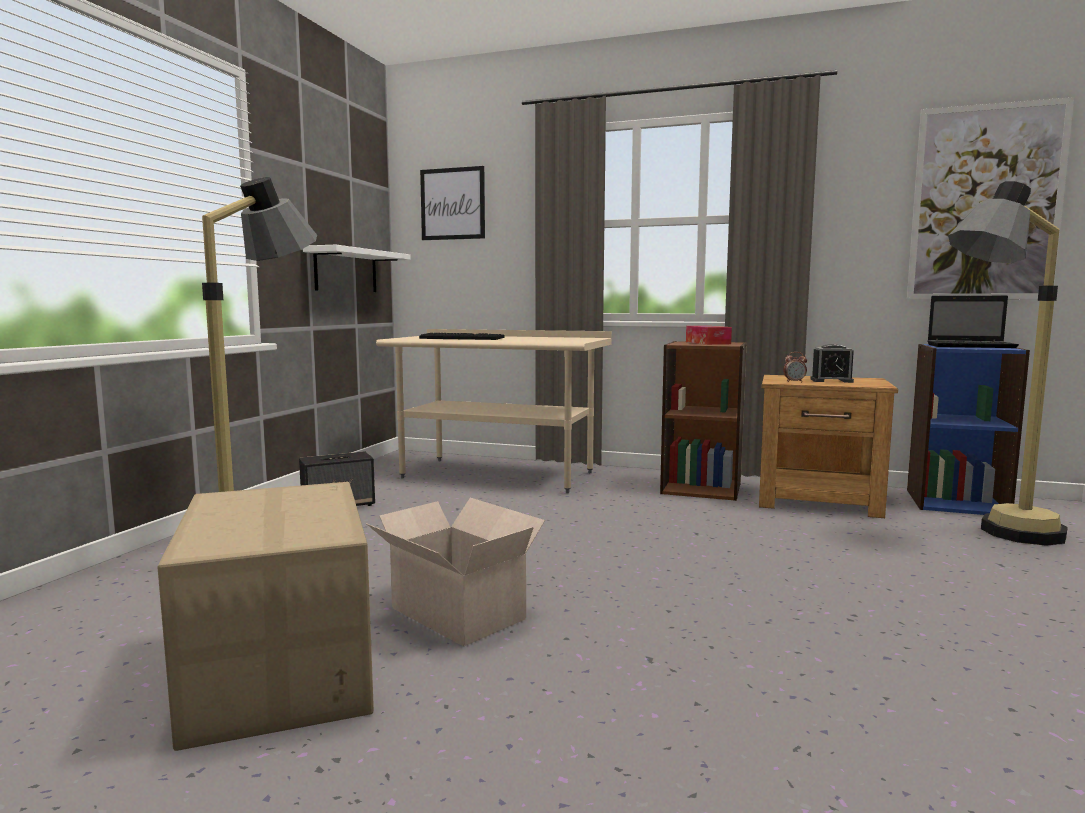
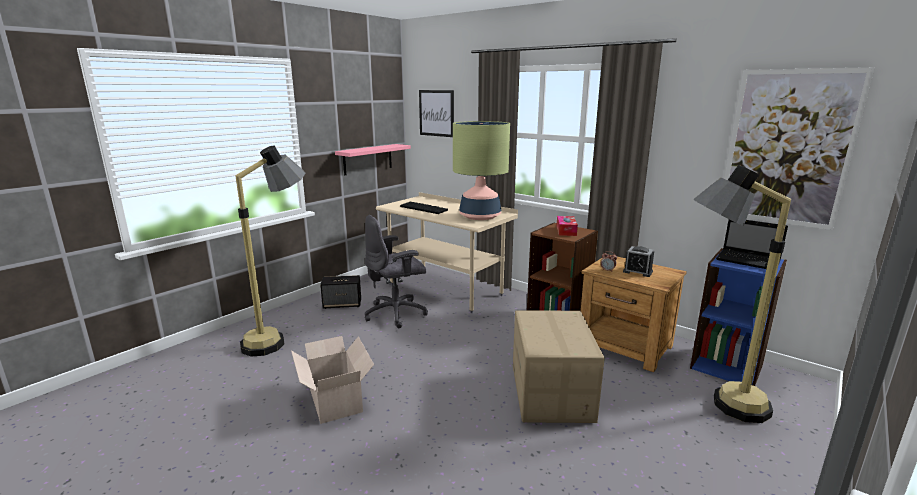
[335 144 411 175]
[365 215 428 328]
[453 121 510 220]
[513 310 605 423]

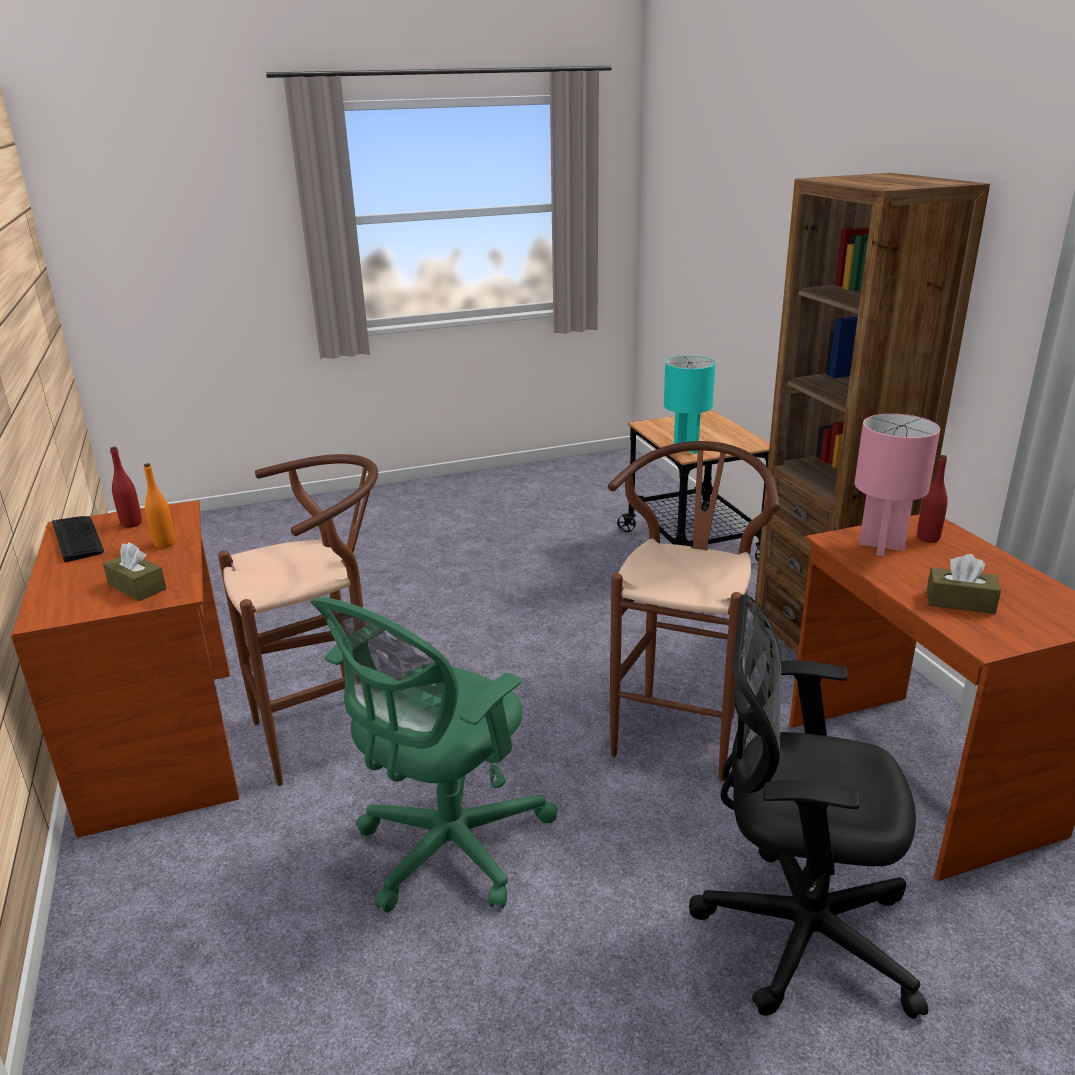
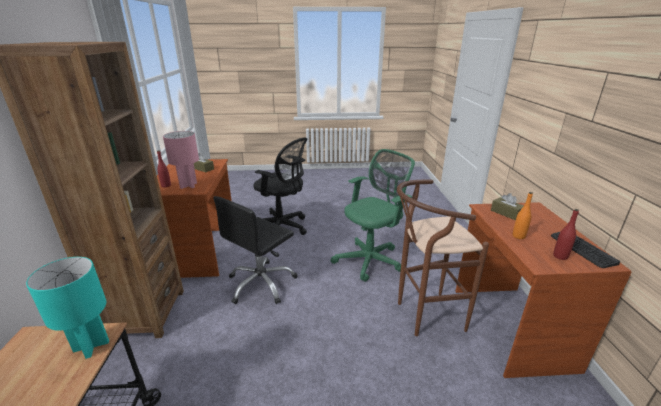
[213 196 297 304]

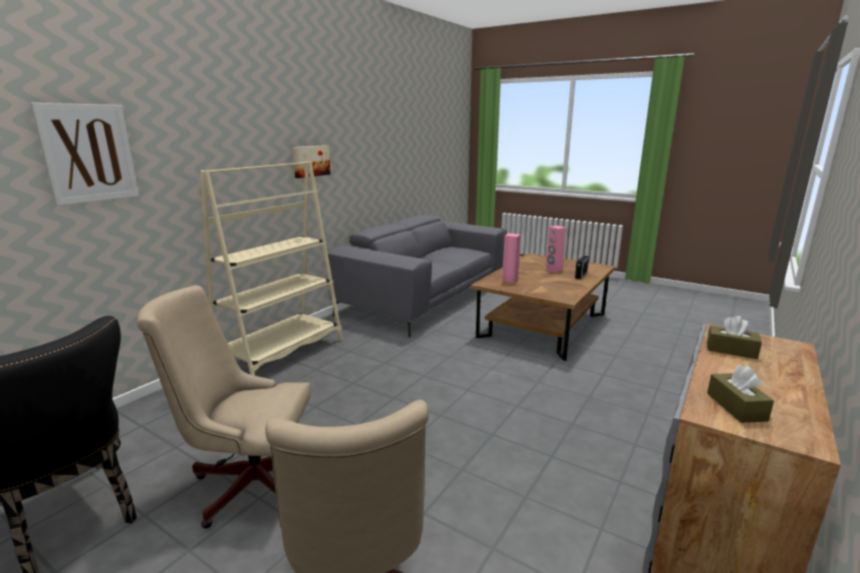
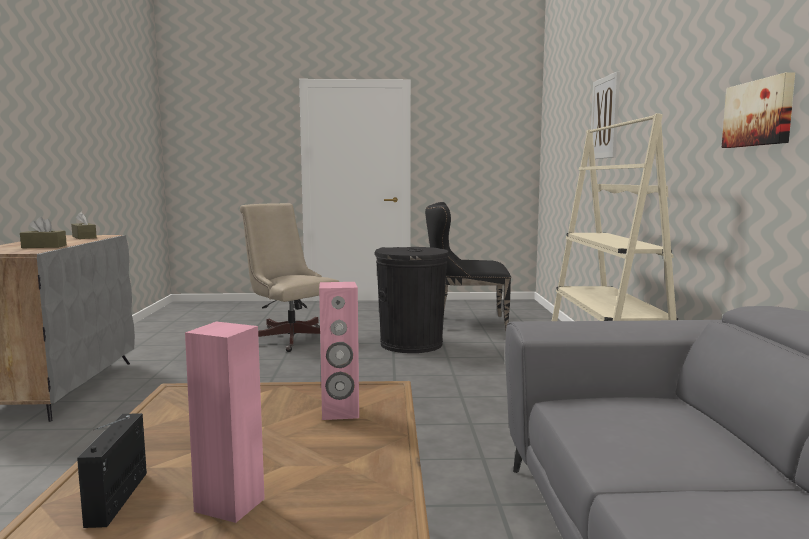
[374 247 449 353]

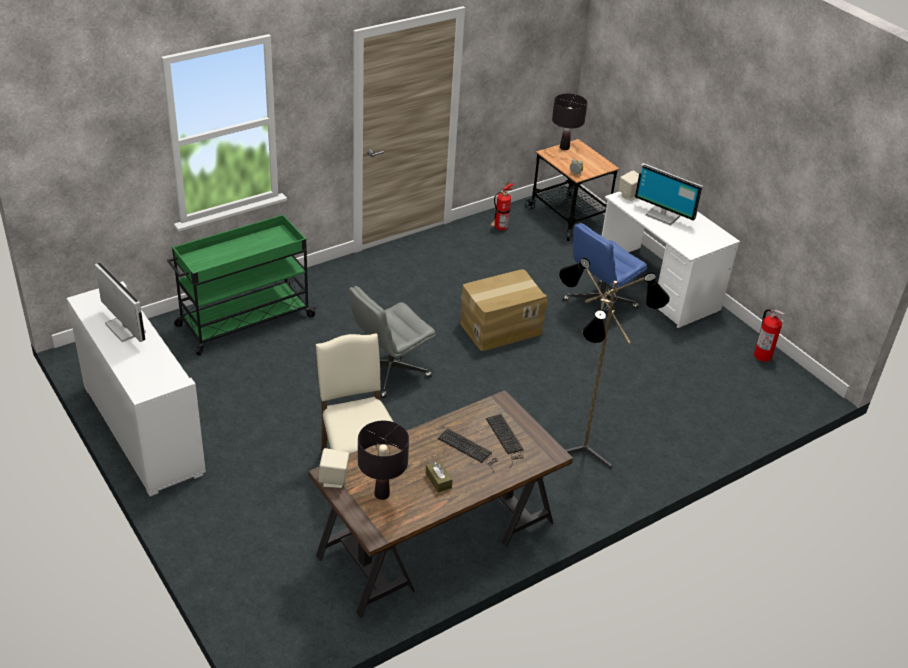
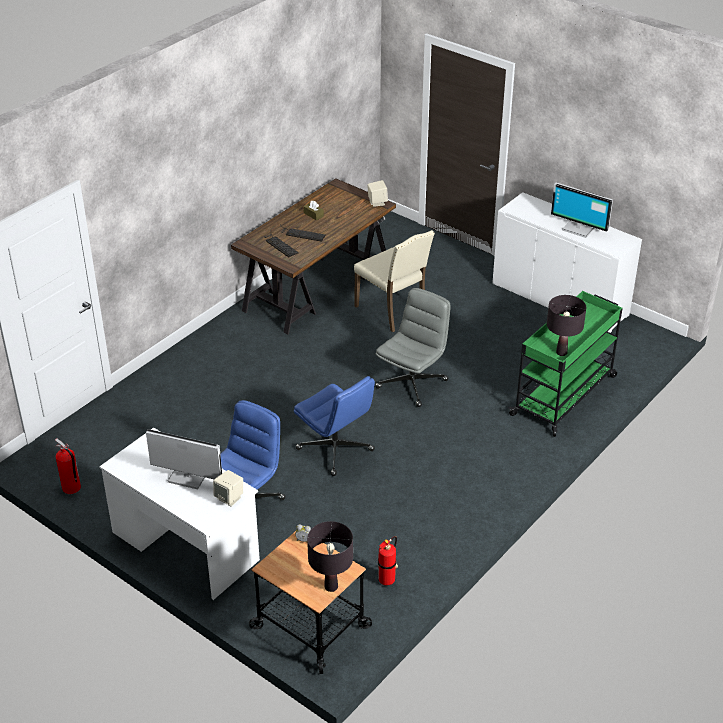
[294 376 375 476]
[547 295 586 356]
[559 258 670 469] (first image)

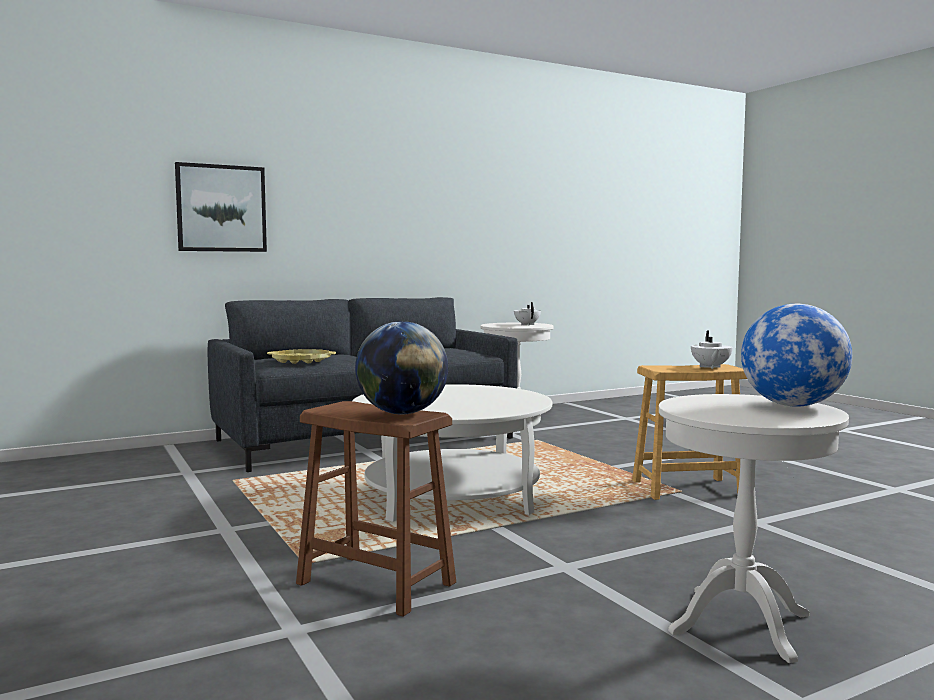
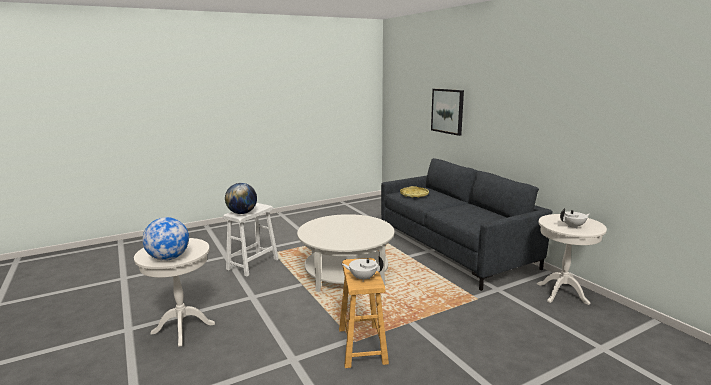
[223 203 279 277]

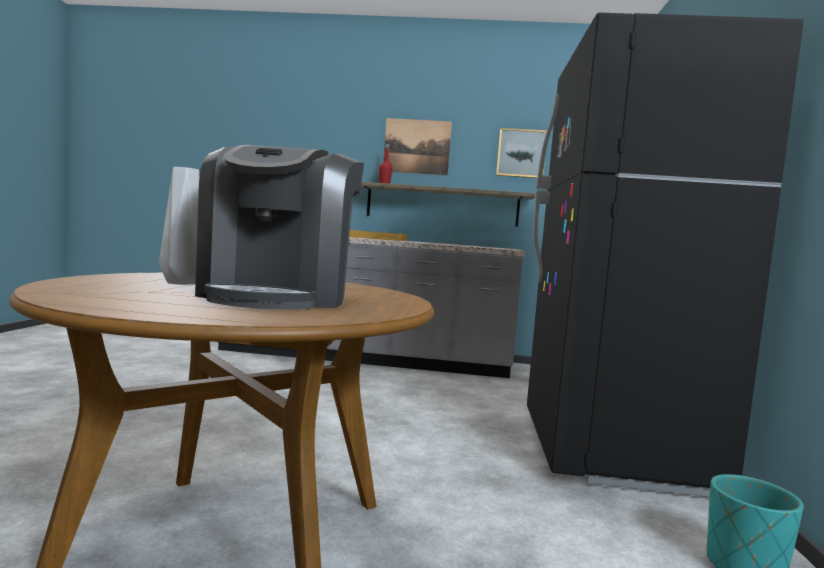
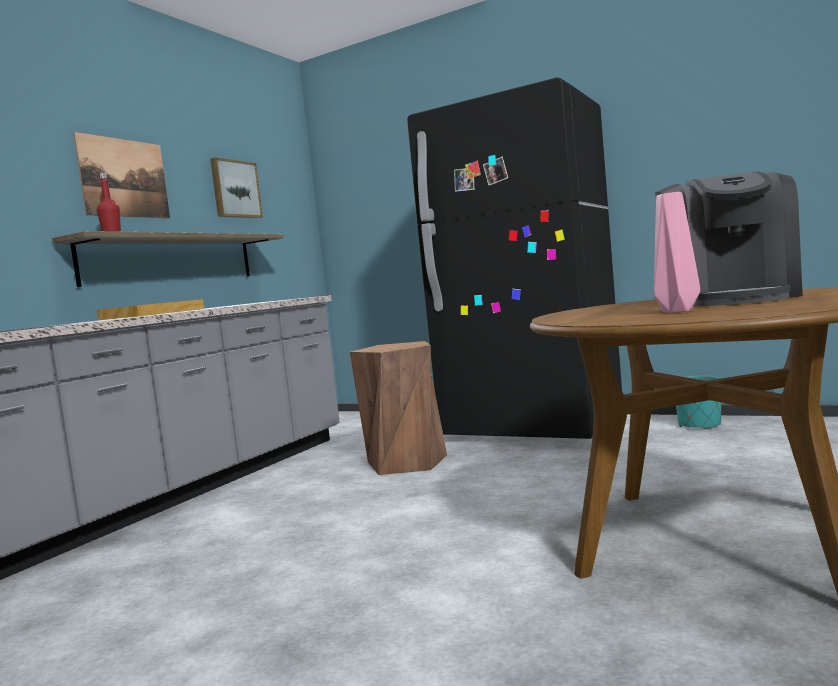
[350 341 447 475]
[654 192 700 313]
[655 171 803 306]

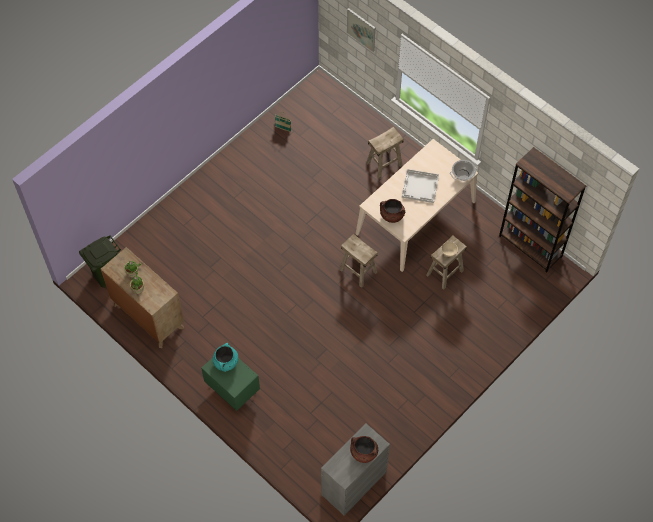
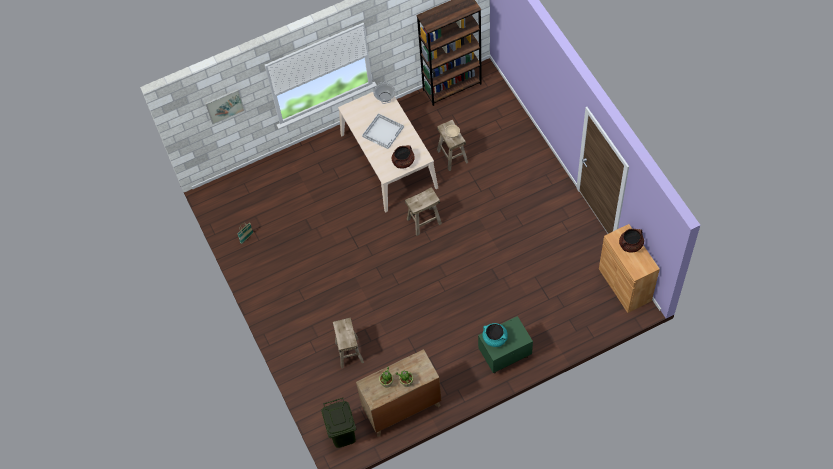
[333 318 364 368]
[599 224 660 313]

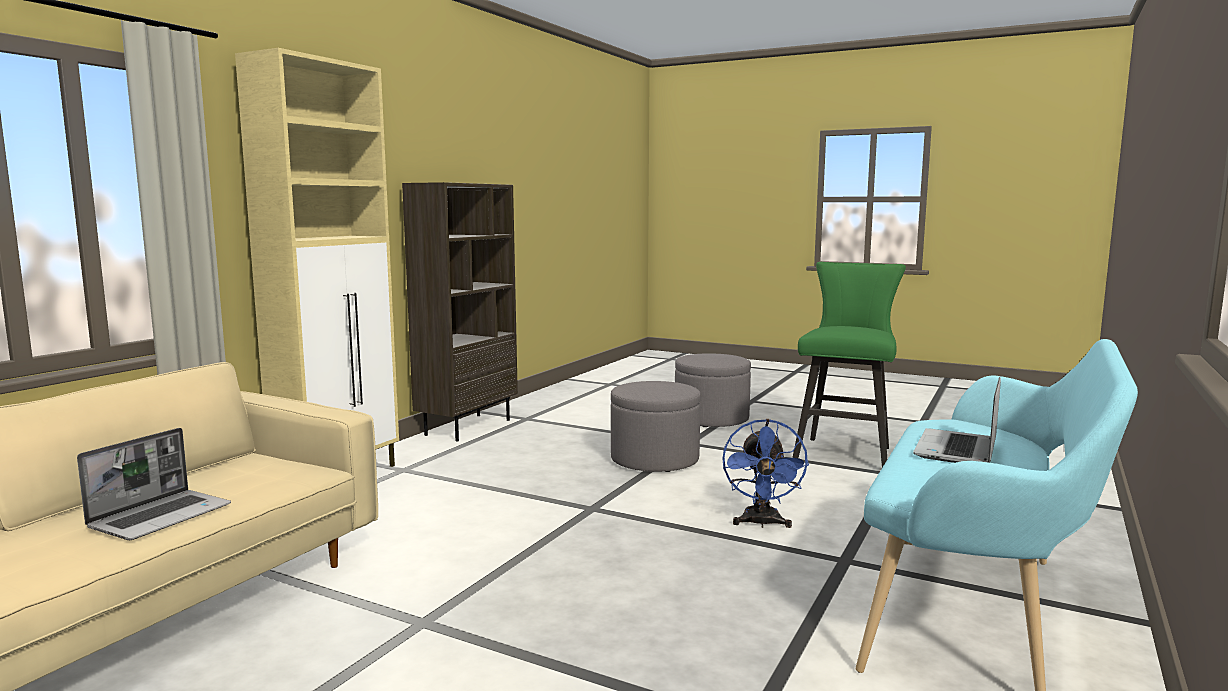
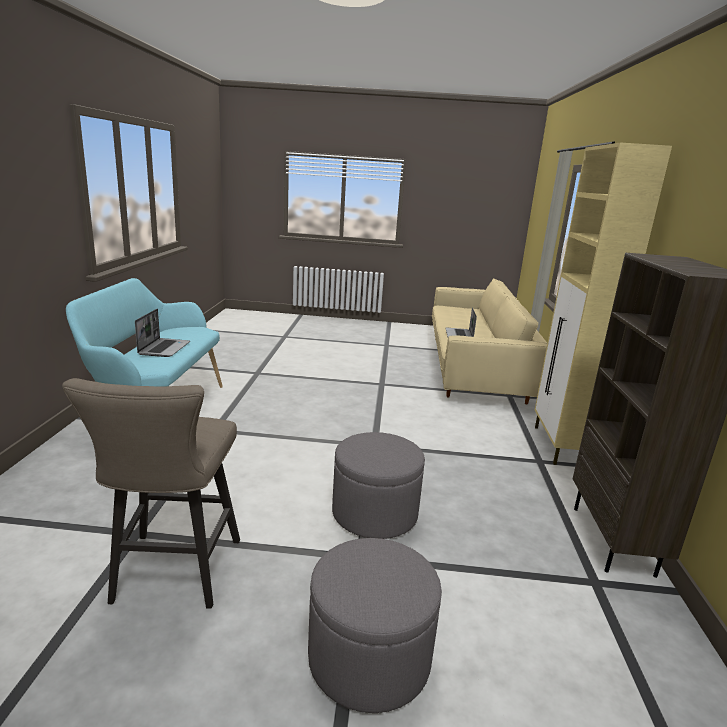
[62 378 240 609]
[722 419 809 528] (first image)

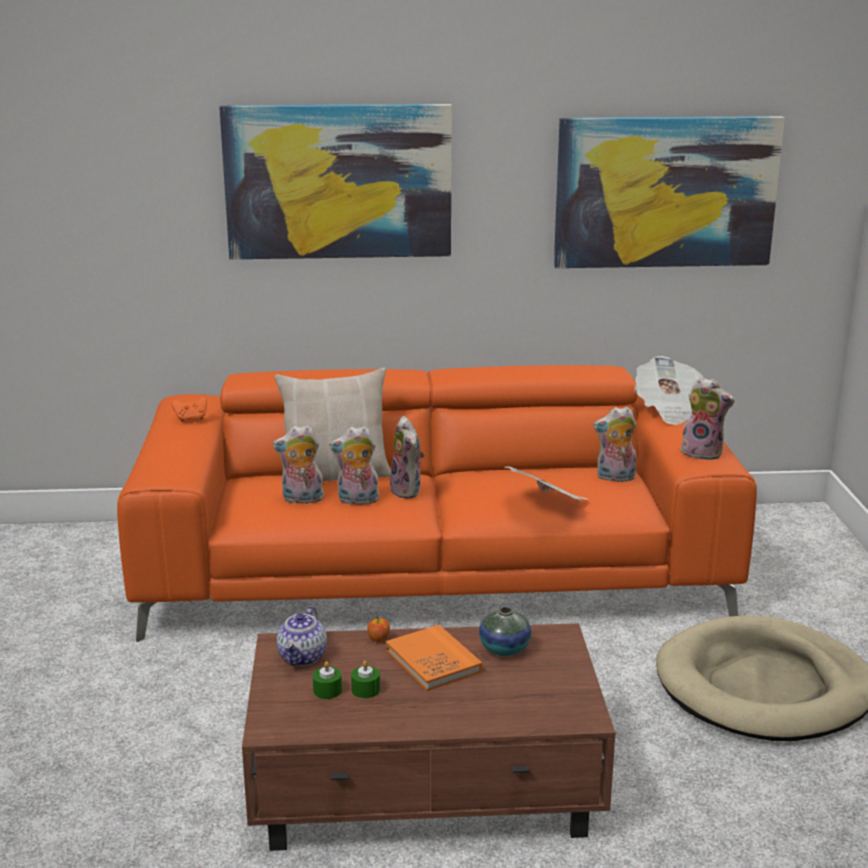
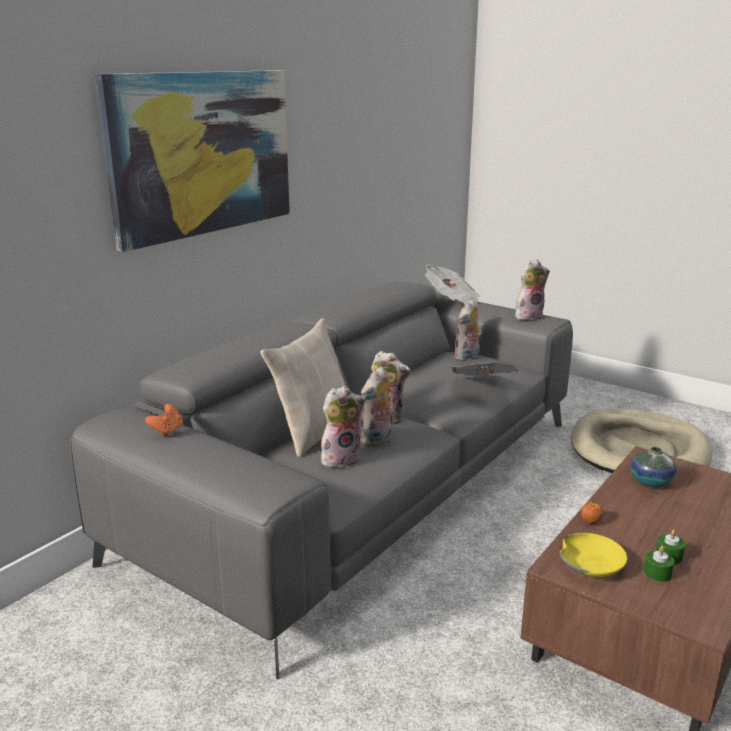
[70 282 573 679]
[321 386 366 468]
[560 533 627 577]
[386 625 482 691] (first image)
[554 116 785 268] (first image)

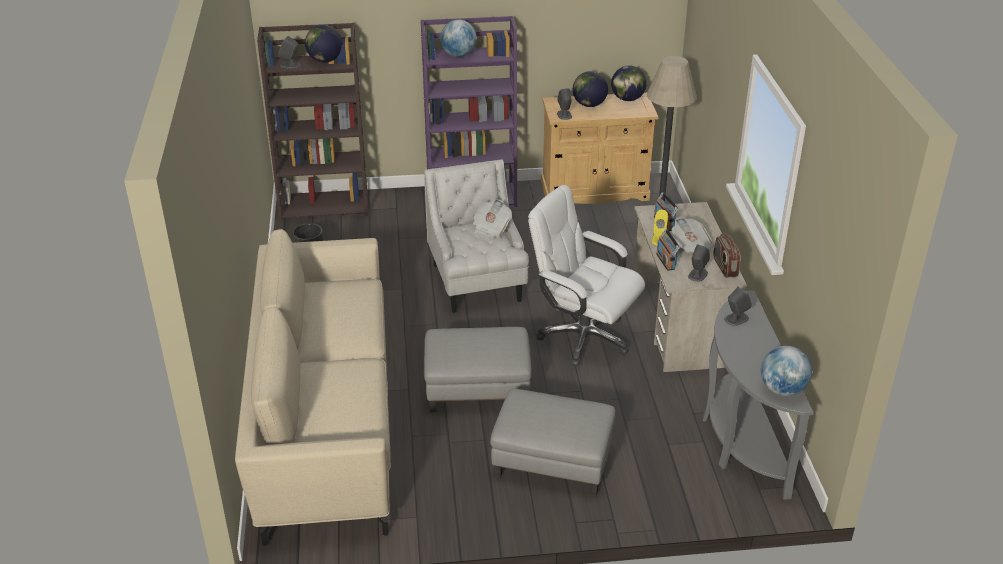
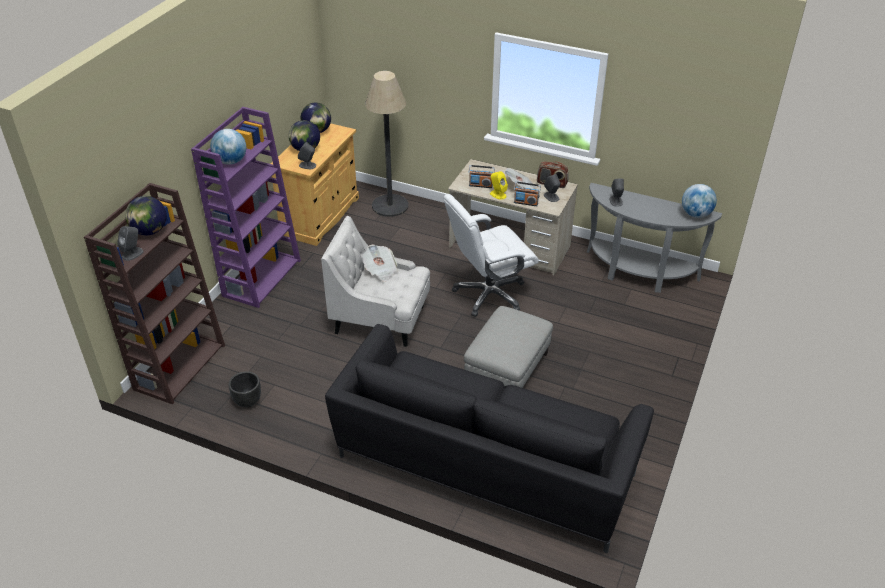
[325 324 654 553]
[490 389 616 496] (first image)

